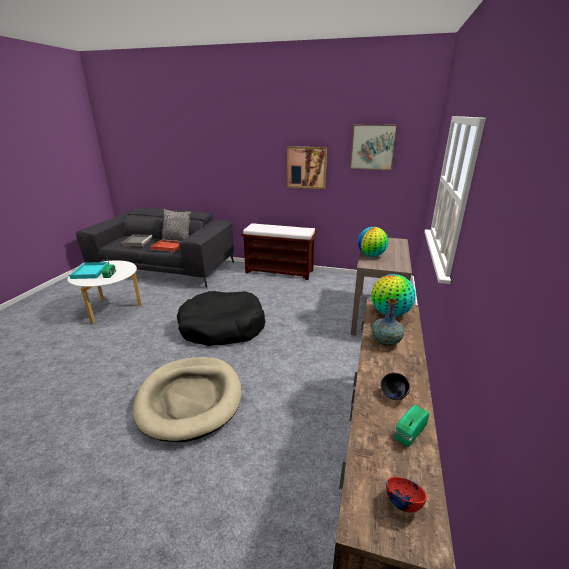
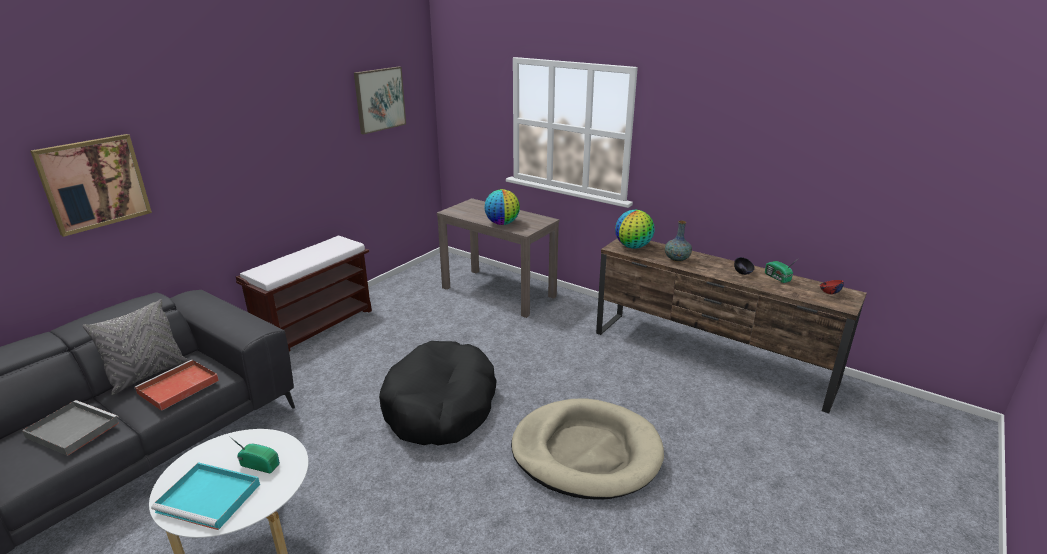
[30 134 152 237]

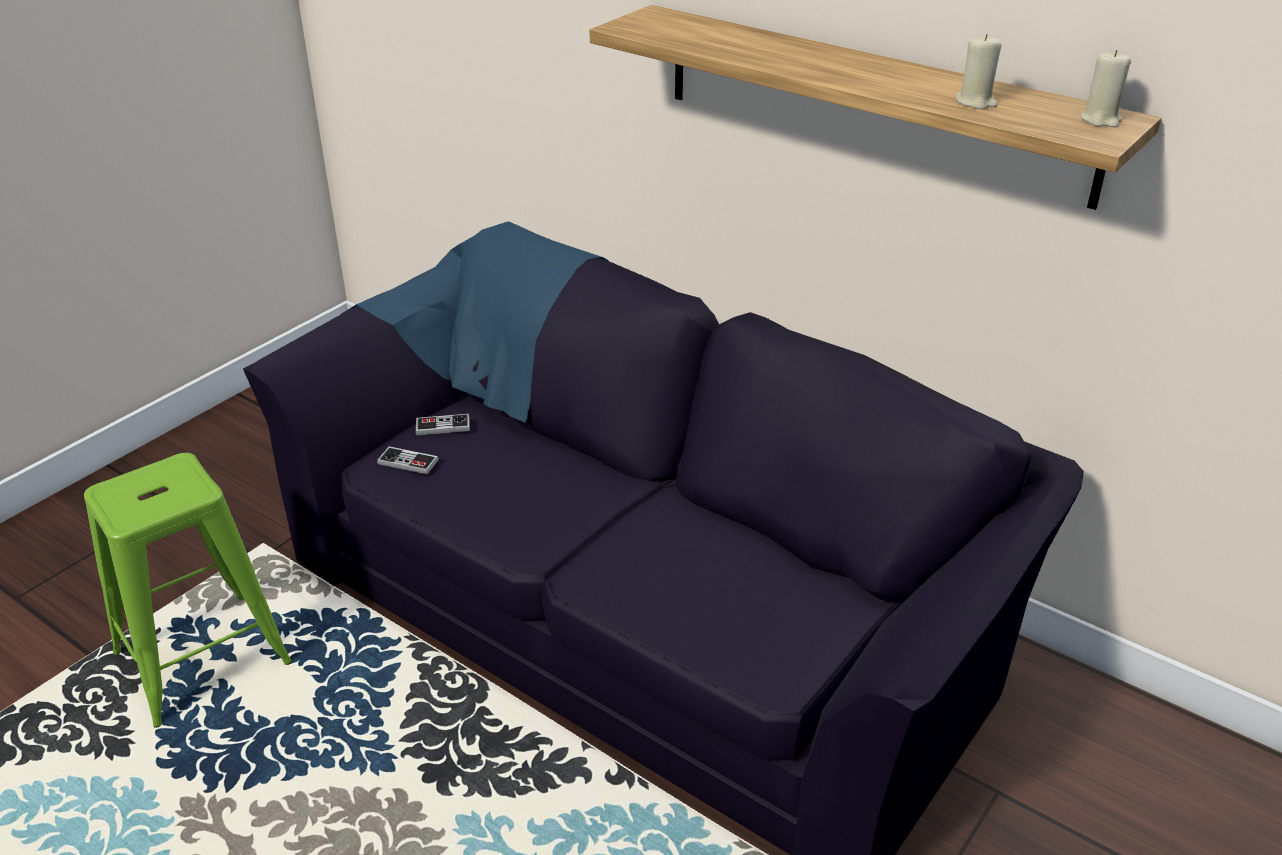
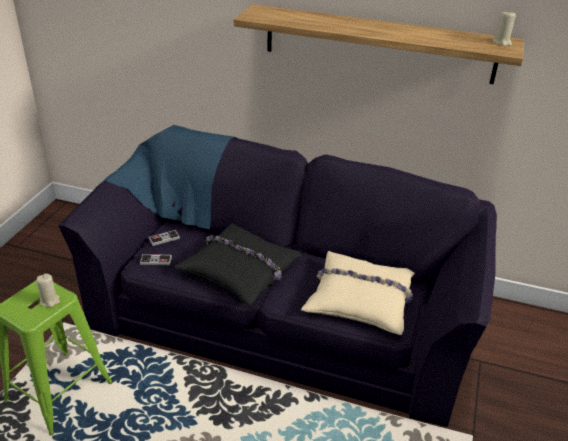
[36 273 60 307]
[174 223 302 306]
[301 251 415 335]

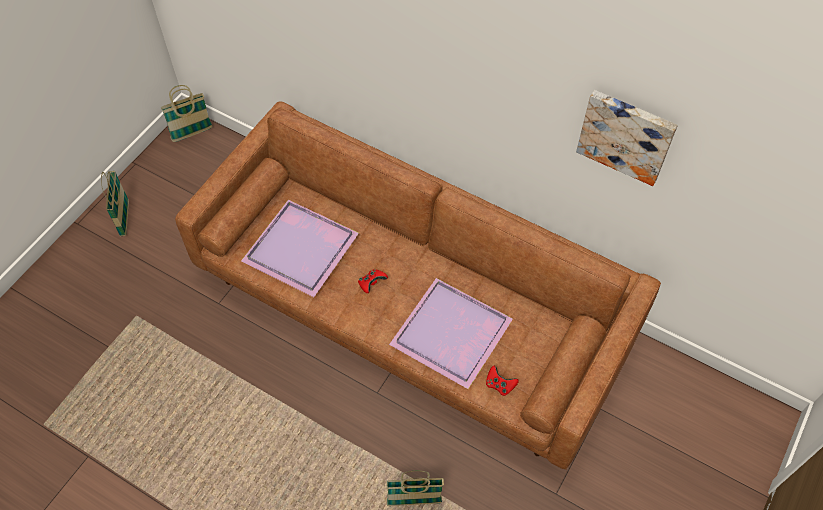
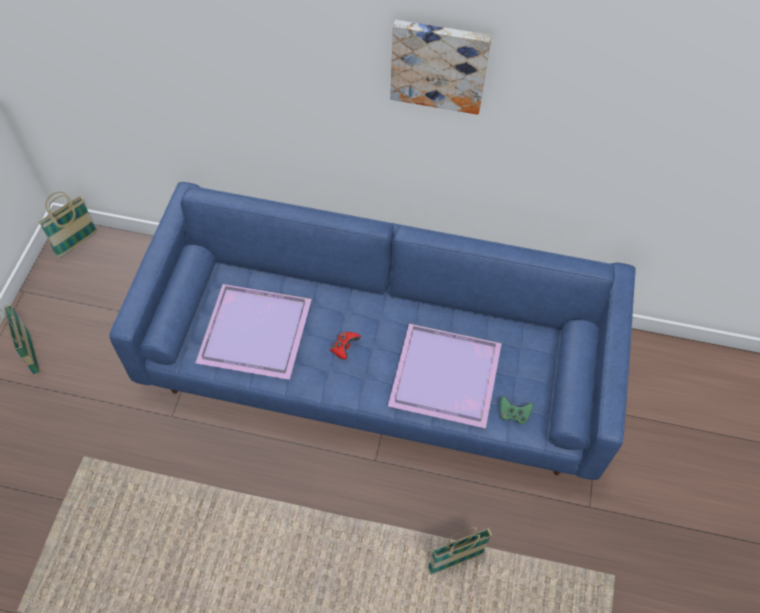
[110 182 636 480]
[390 20 492 115]
[500 396 533 424]

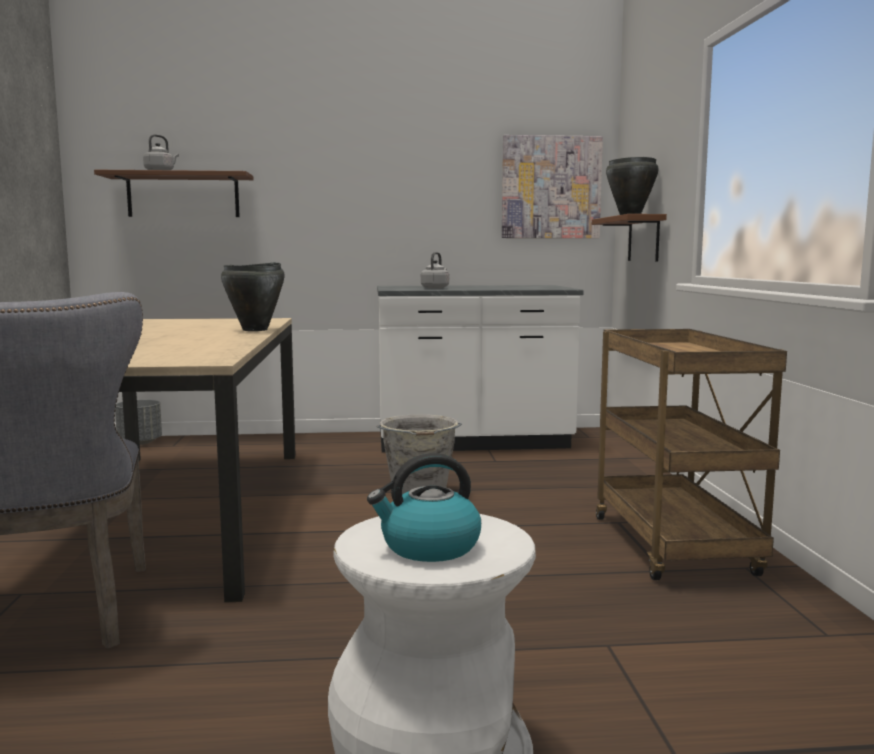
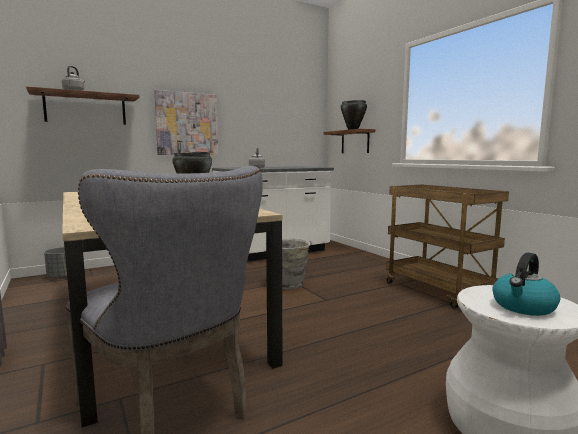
[154 90 218 155]

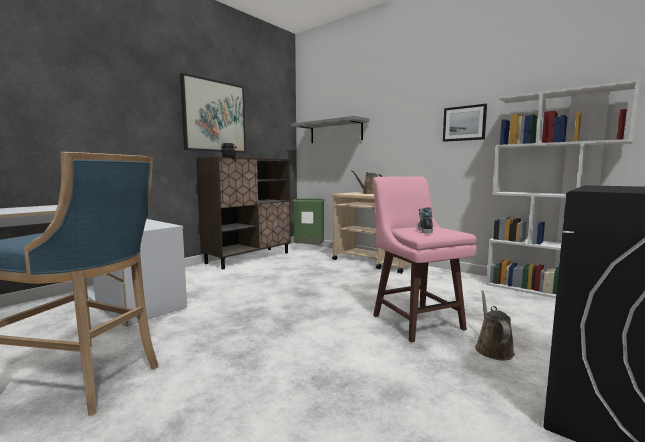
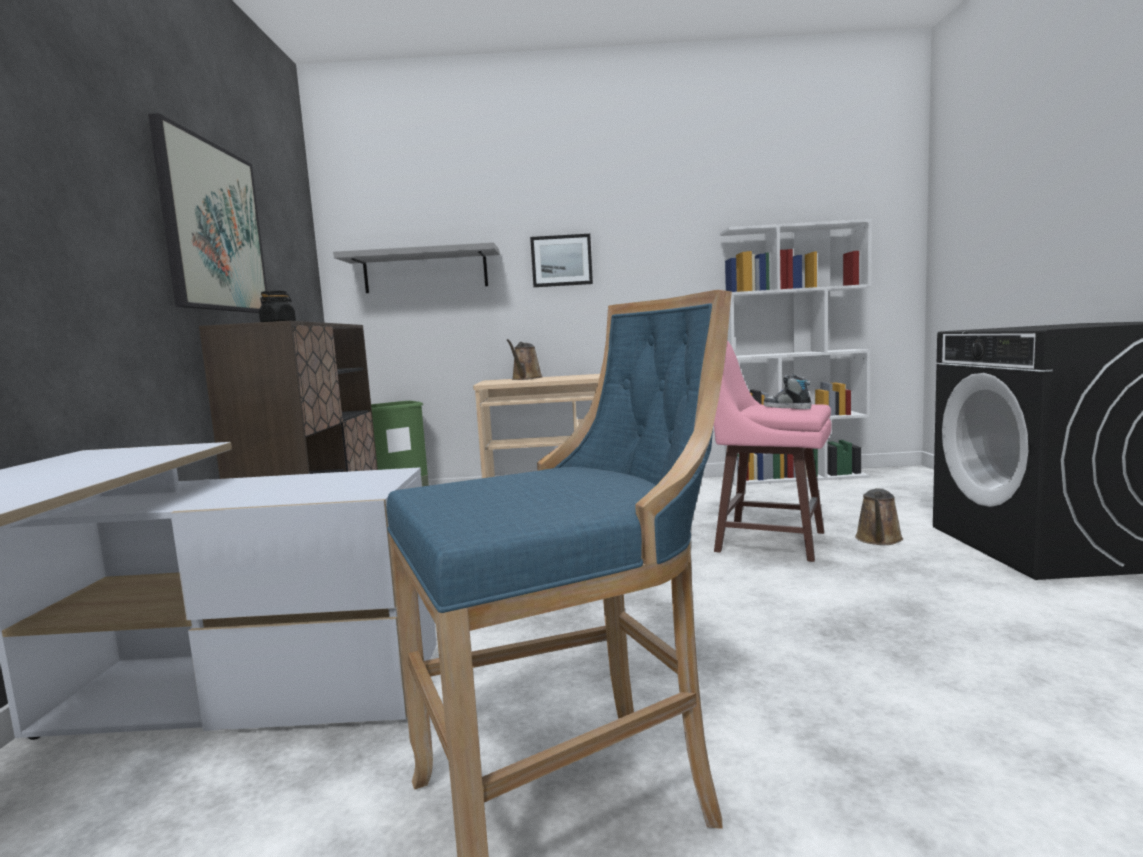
[530 234 593 287]
[855 488 903 545]

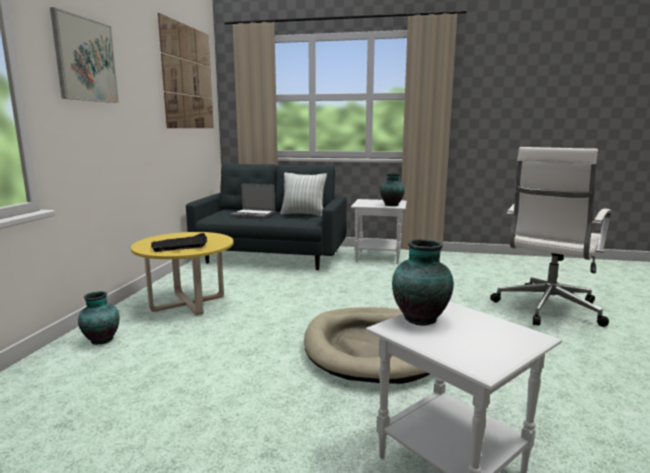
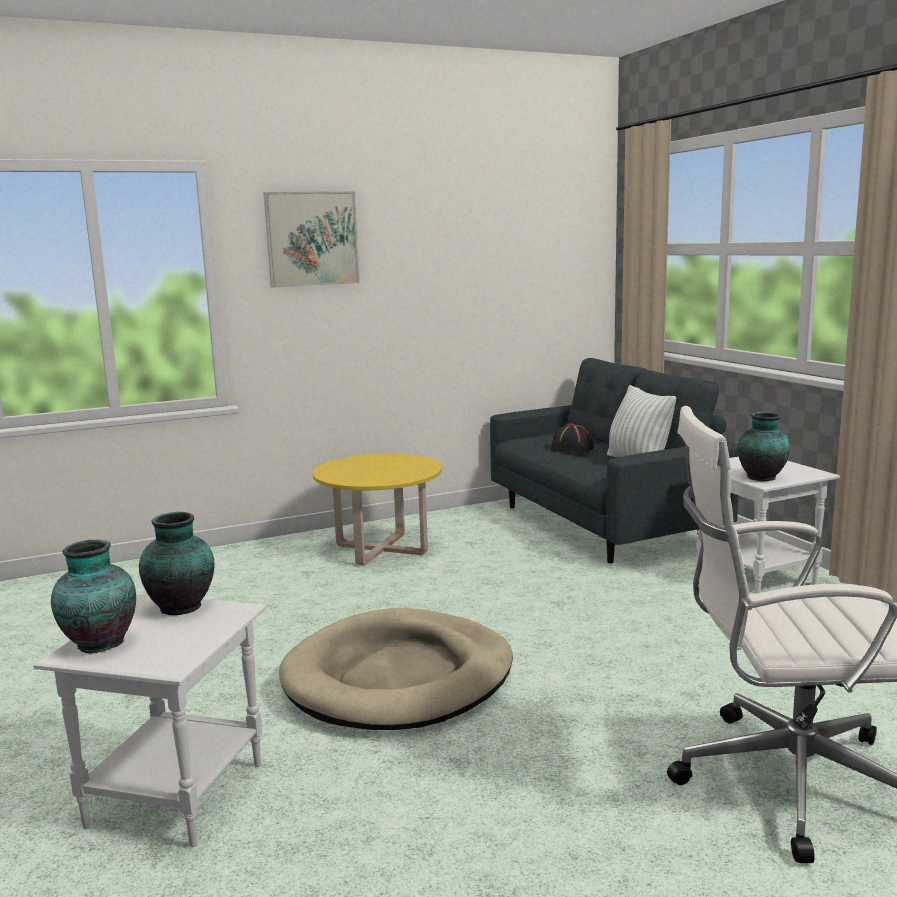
[51 540 136 654]
[551 423 594 453]
[151 233 207 252] (first image)
[158 13 214 128] (first image)

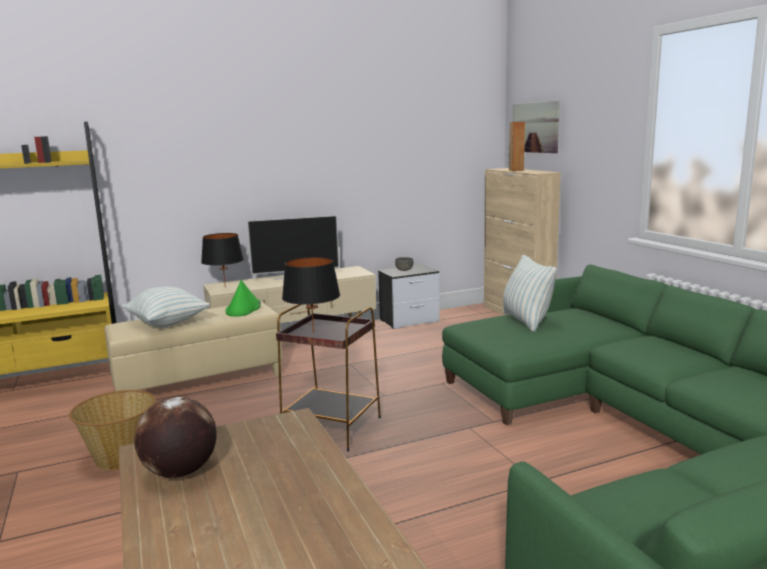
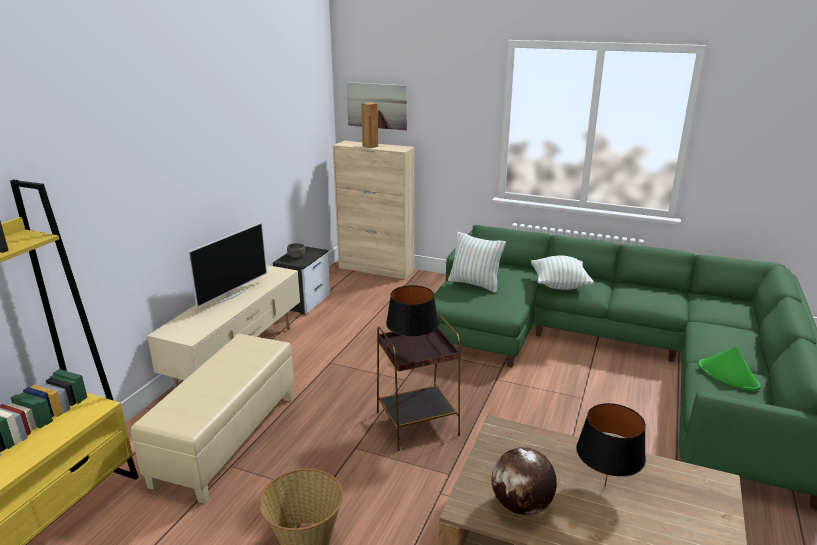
[531 255 594 290]
[576 403 646 487]
[698 346 761 391]

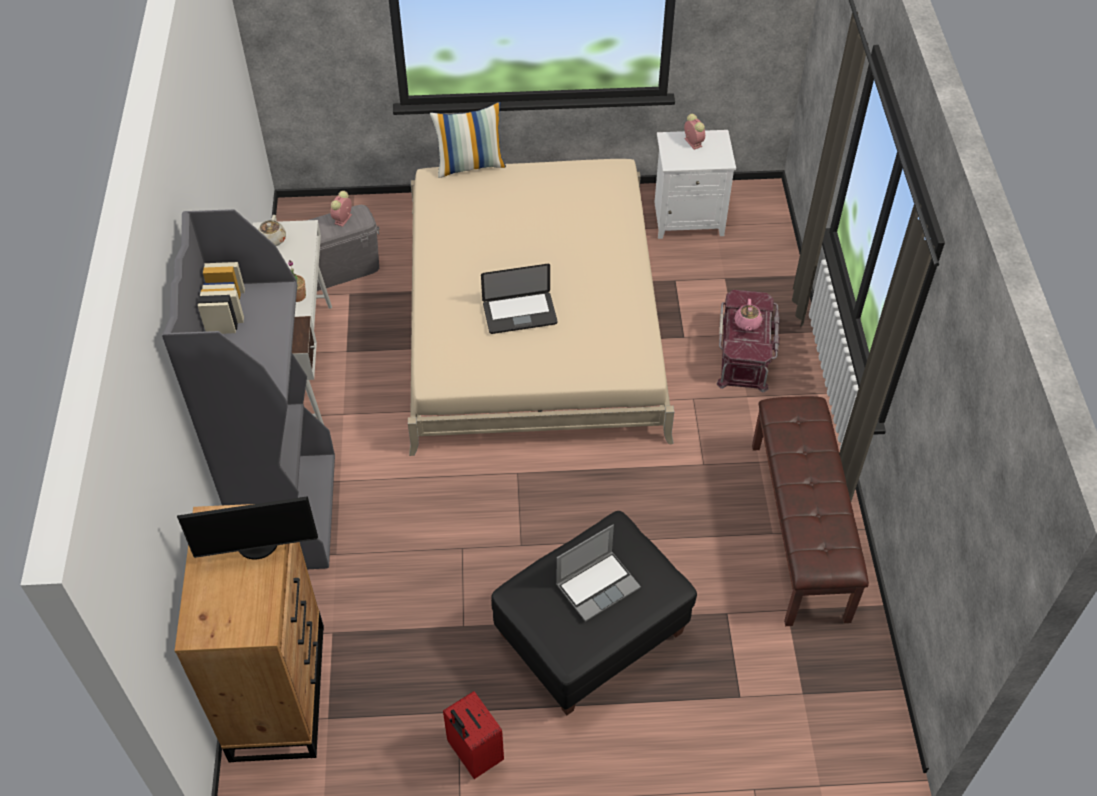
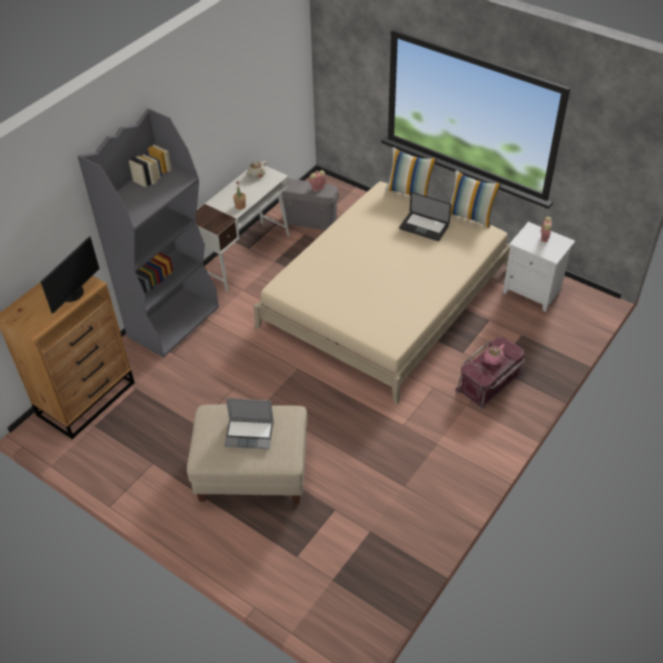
[40 236 100 314]
[187 404 307 503]
[399 192 451 241]
[450 170 501 228]
[443 691 504 779] (first image)
[752 396 869 626] (first image)

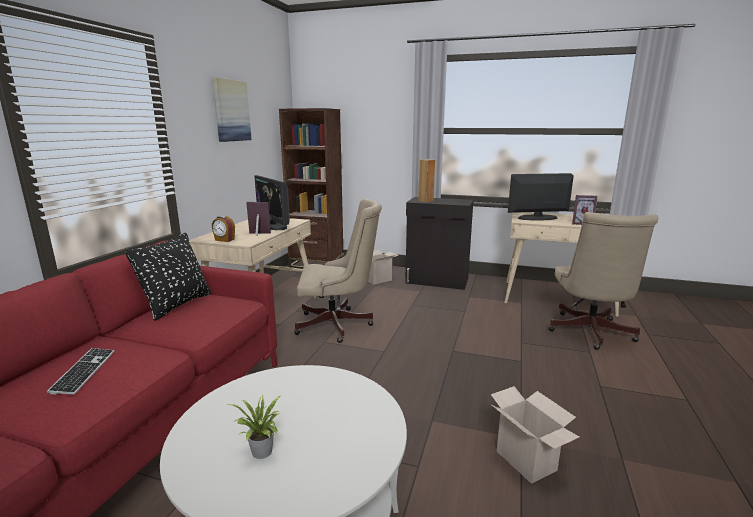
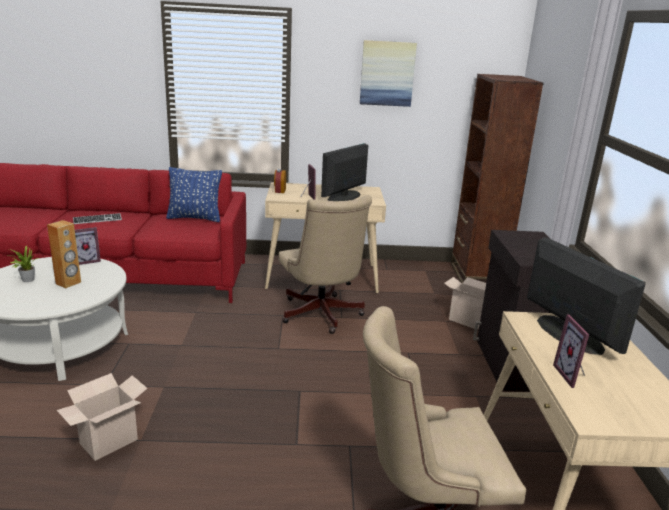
[47 220 81 288]
[75 227 101 265]
[166 167 222 222]

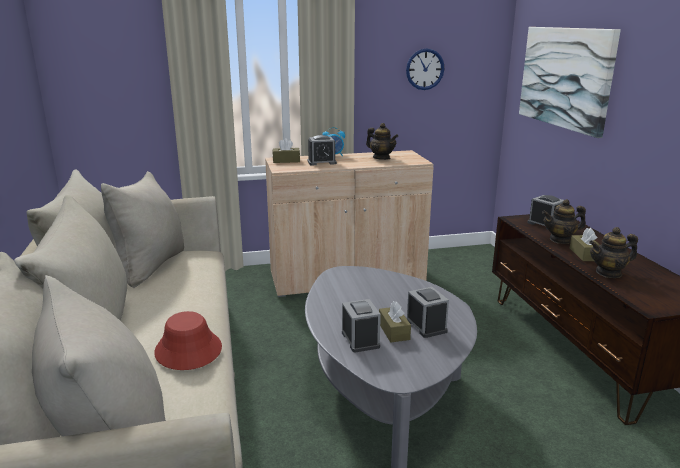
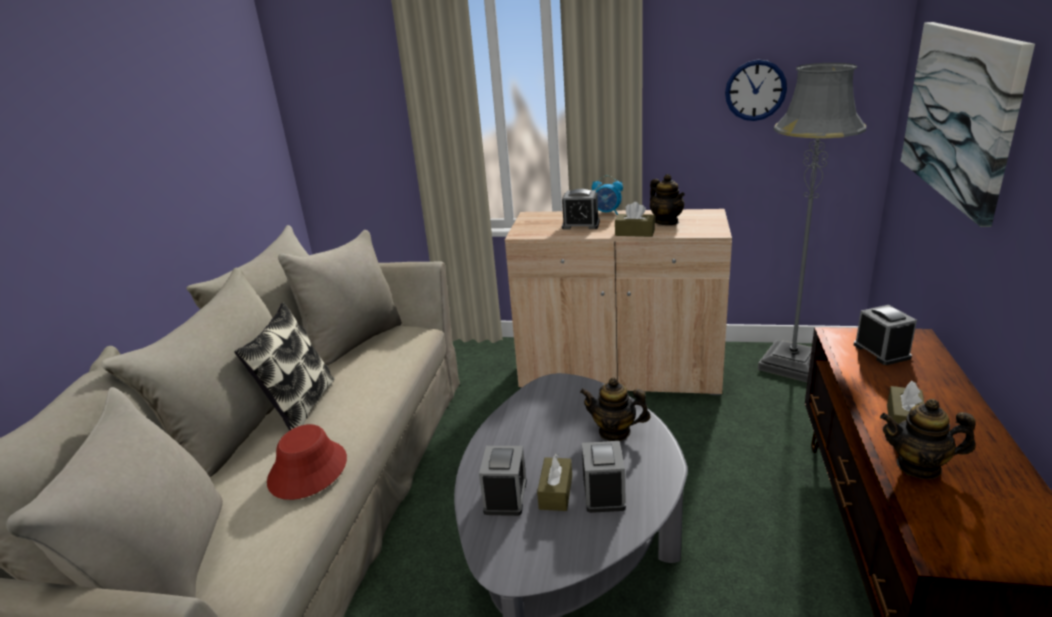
[234 302 334 431]
[580 378 651 441]
[615 202 655 237]
[758 63 866 382]

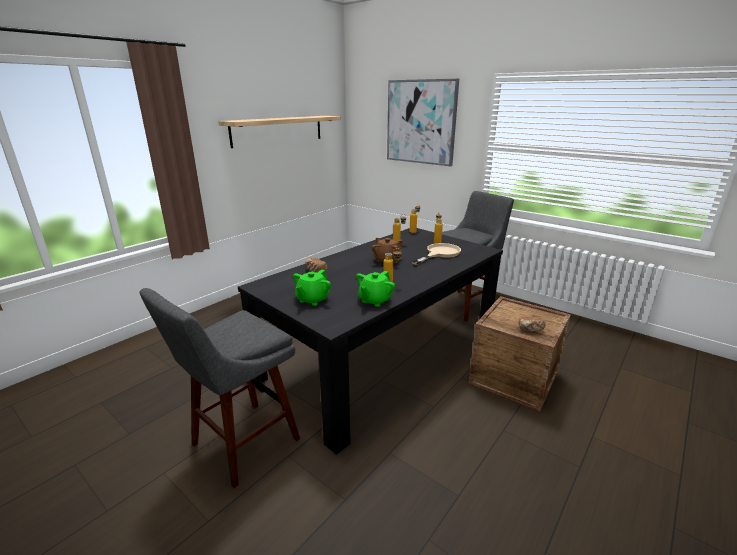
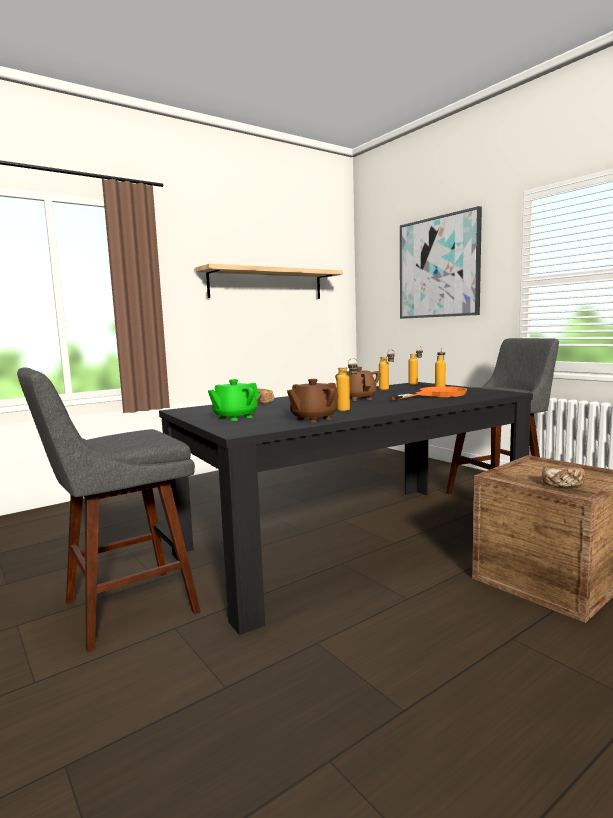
[287 379 338 423]
[389 386 467 400]

